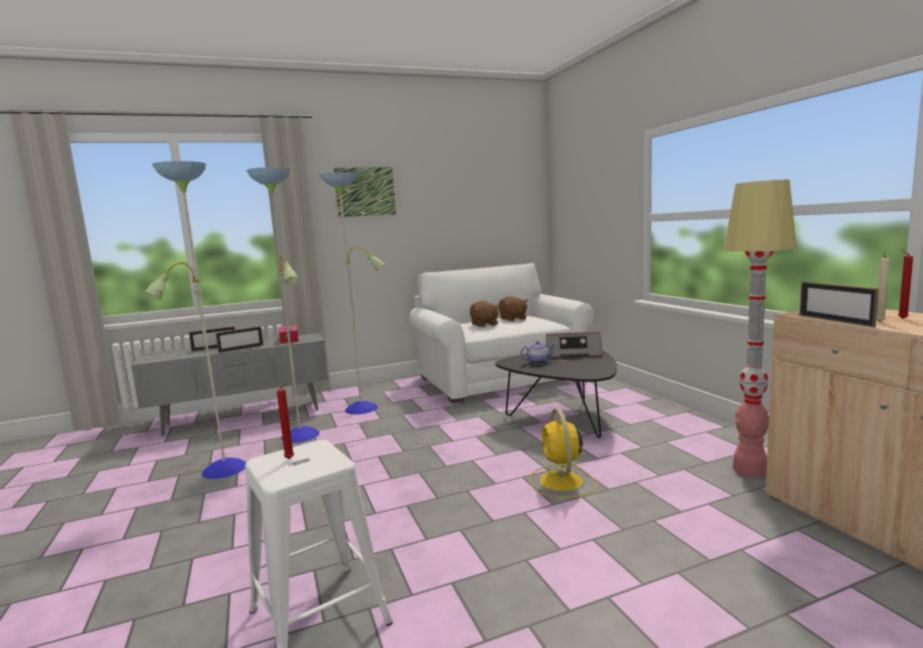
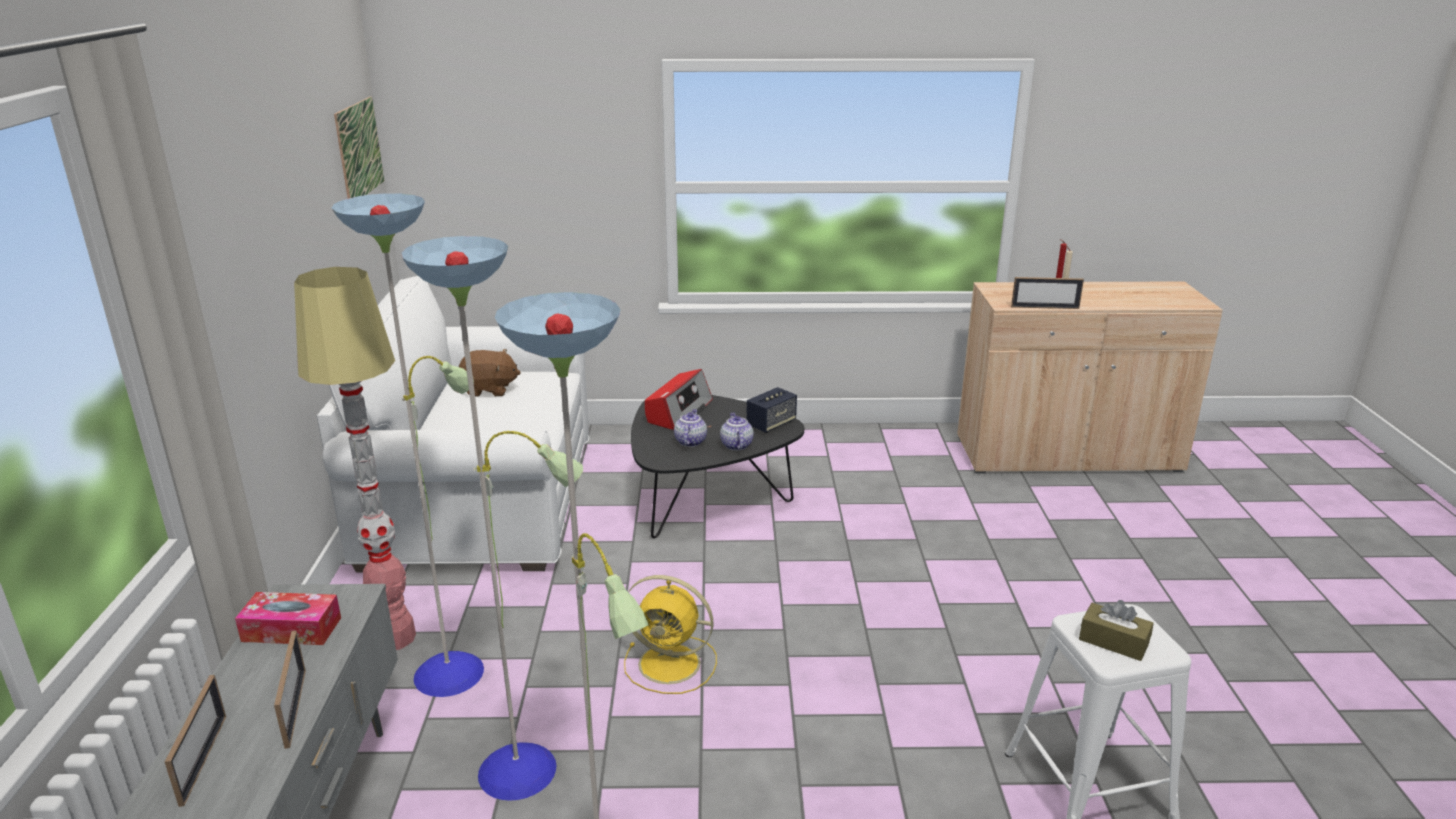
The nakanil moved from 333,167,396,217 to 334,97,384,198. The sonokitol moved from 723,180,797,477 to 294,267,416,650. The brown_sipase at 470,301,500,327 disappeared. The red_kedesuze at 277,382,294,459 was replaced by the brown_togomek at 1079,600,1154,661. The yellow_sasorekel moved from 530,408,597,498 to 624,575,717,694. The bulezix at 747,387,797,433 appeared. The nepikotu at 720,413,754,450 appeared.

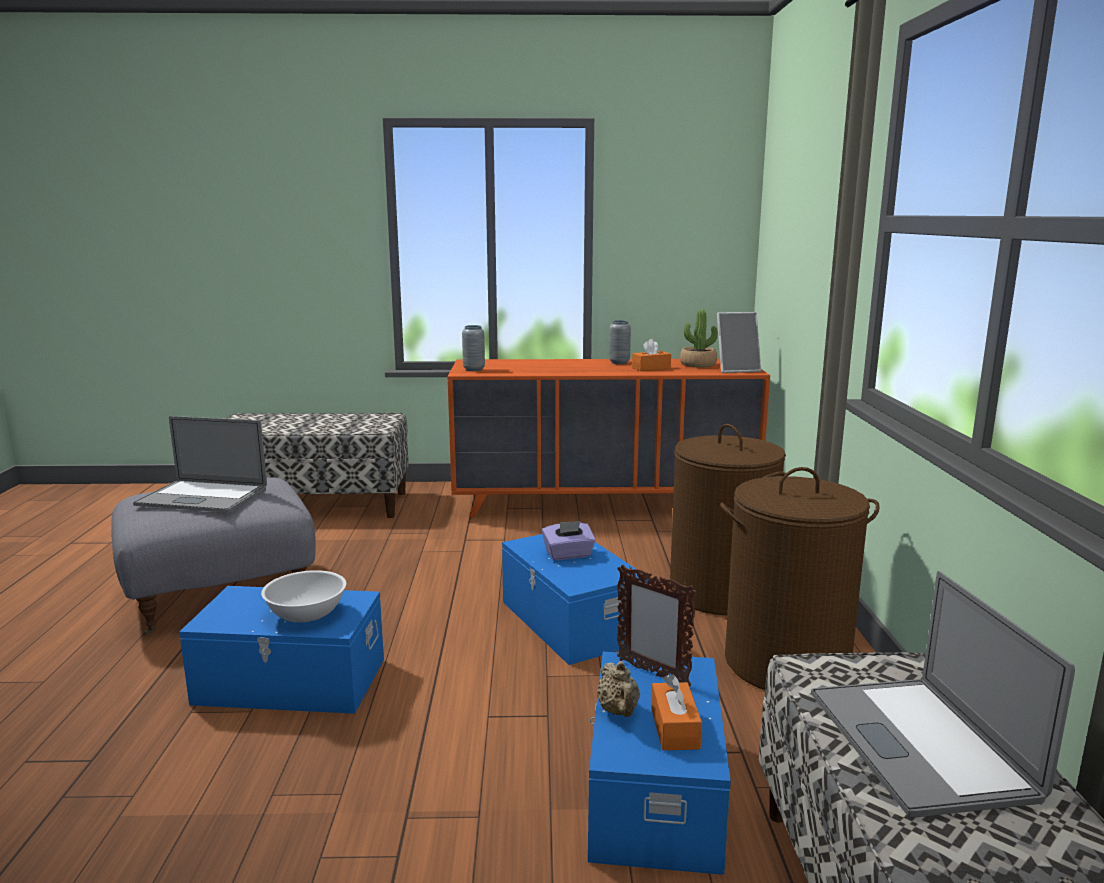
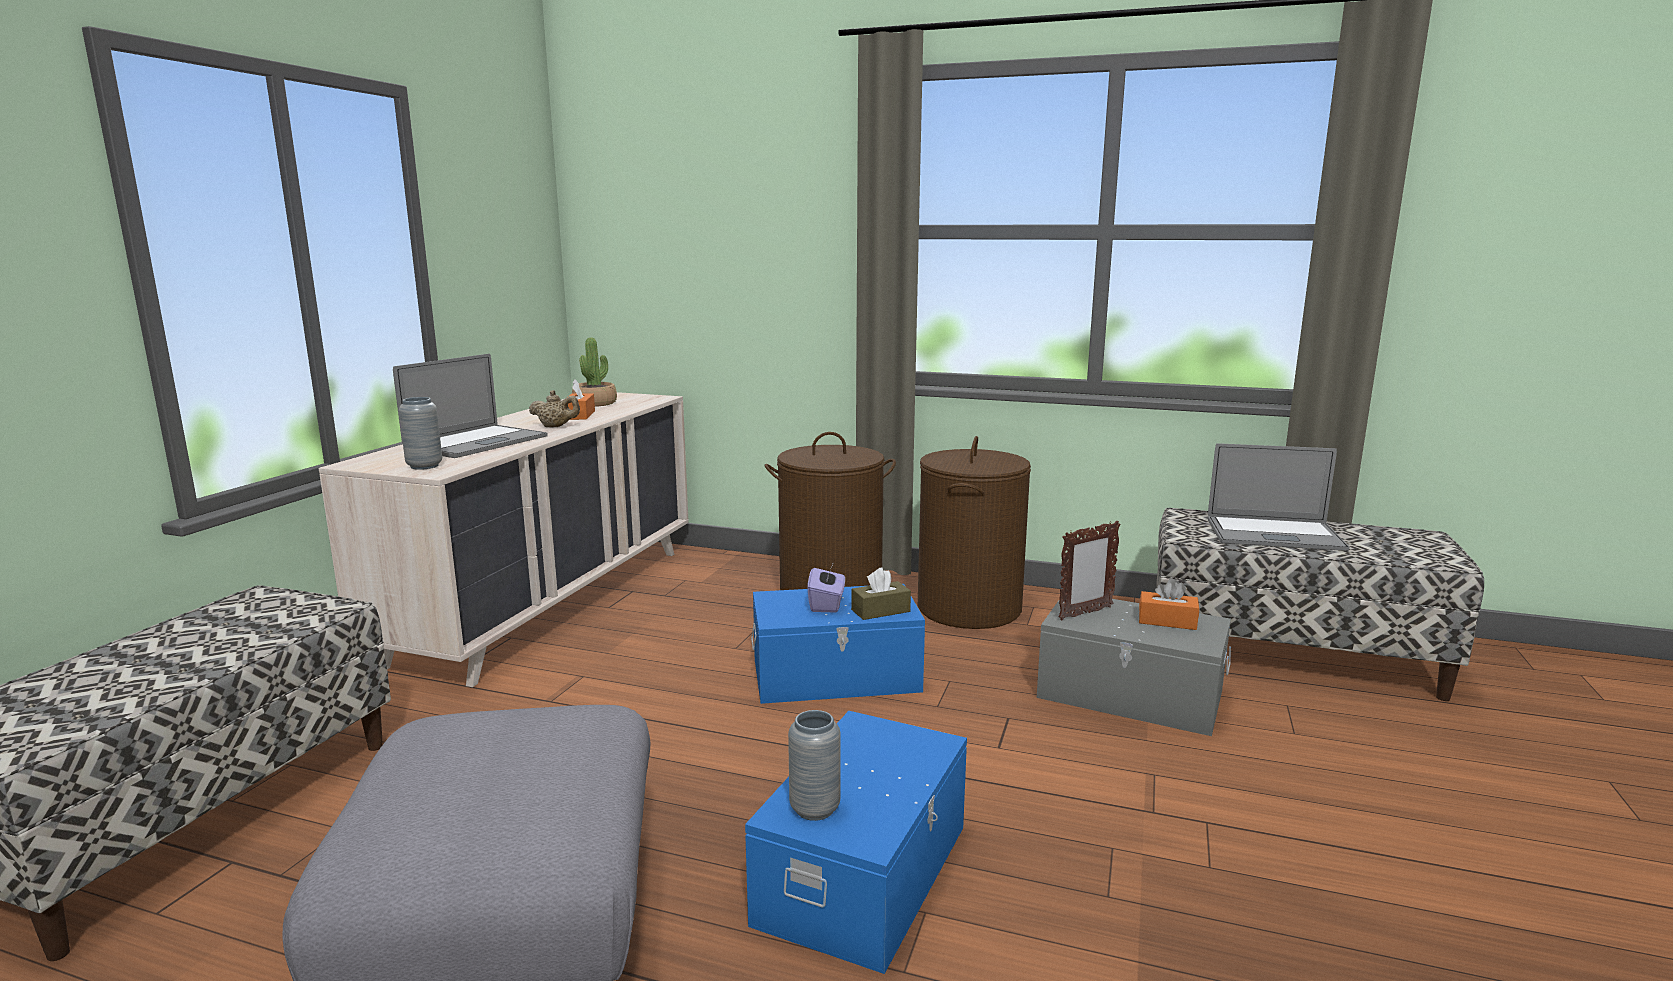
The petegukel at 717,312,761,373 disappeared. The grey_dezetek moved from 609,320,631,364 to 788,710,841,821. The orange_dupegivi at 447,359,770,517 became the beige_dupegivi at 319,392,689,687. The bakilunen moved from 133,416,267,513 to 393,354,548,458. The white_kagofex at 261,570,346,622 disappeared. The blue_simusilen at 588,652,731,875 became the grey_simusilen at 1037,599,1231,736. The beige_nepikotu moved from 597,661,640,717 to 529,390,580,428. The brown_togomek at 851,567,911,620 appeared.

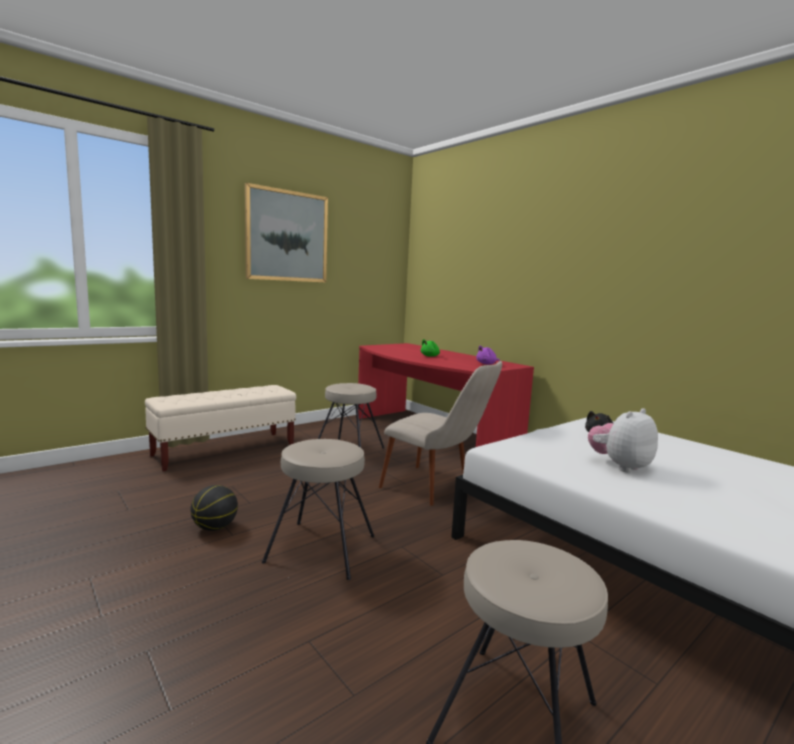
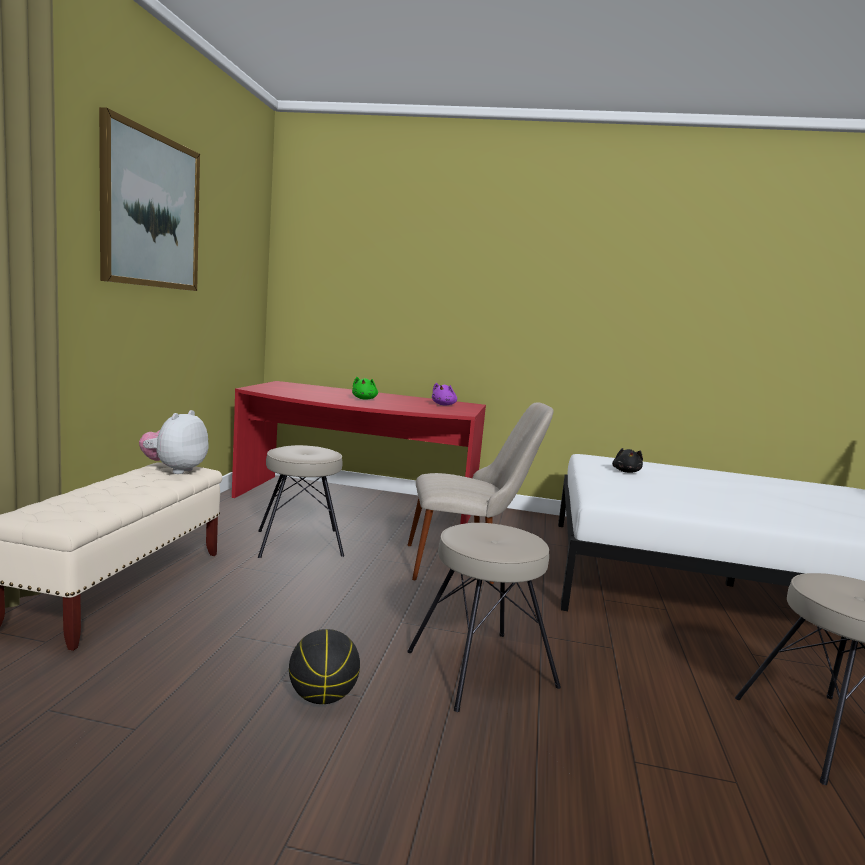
The sipase moved from 588,408,658,472 to 139,410,209,474.

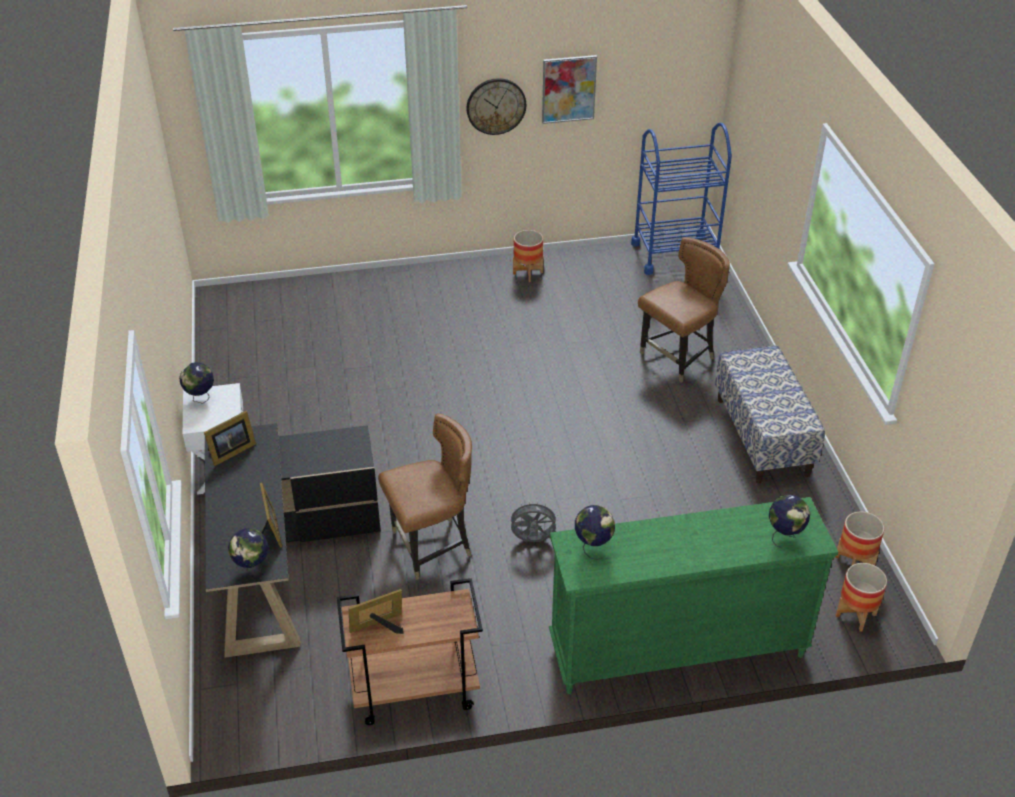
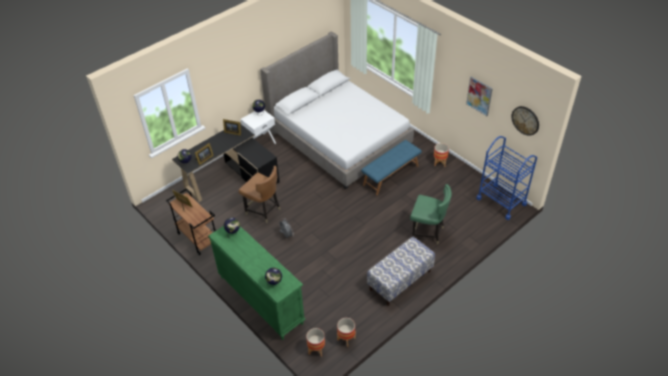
The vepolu moved from 466,78,526,135 to 511,106,539,136. The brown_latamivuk at 638,237,730,383 became the green_latamivuk at 410,184,452,244. The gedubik at 260,32,414,189 appeared. The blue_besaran at 361,140,422,195 appeared.

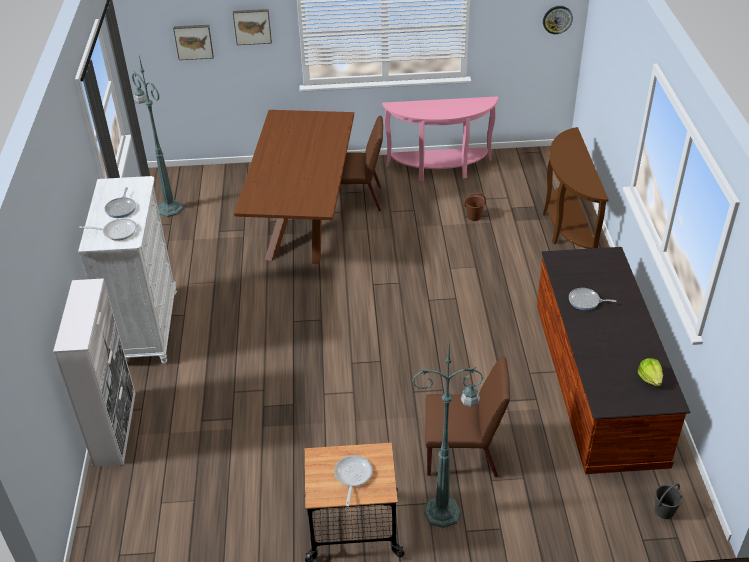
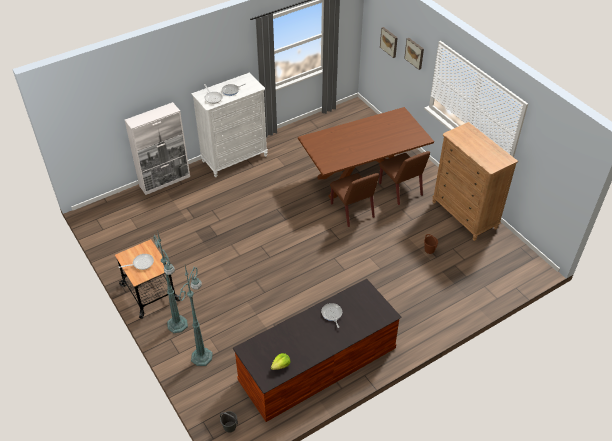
The vepolu at 543,6,573,34 disappeared. The green_sonokitol moved from 132,56,184,217 to 179,266,213,366. The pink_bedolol at 382,96,498,181 was replaced by the brown_dupegivi at 432,122,518,241. The brown_bedolol at 543,127,608,249 disappeared. The brown_latamivuk moved from 426,356,510,477 to 330,173,379,227.

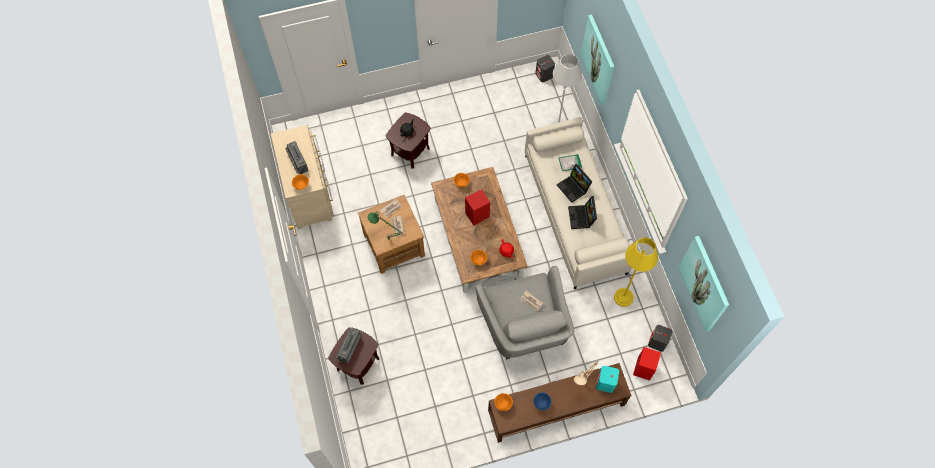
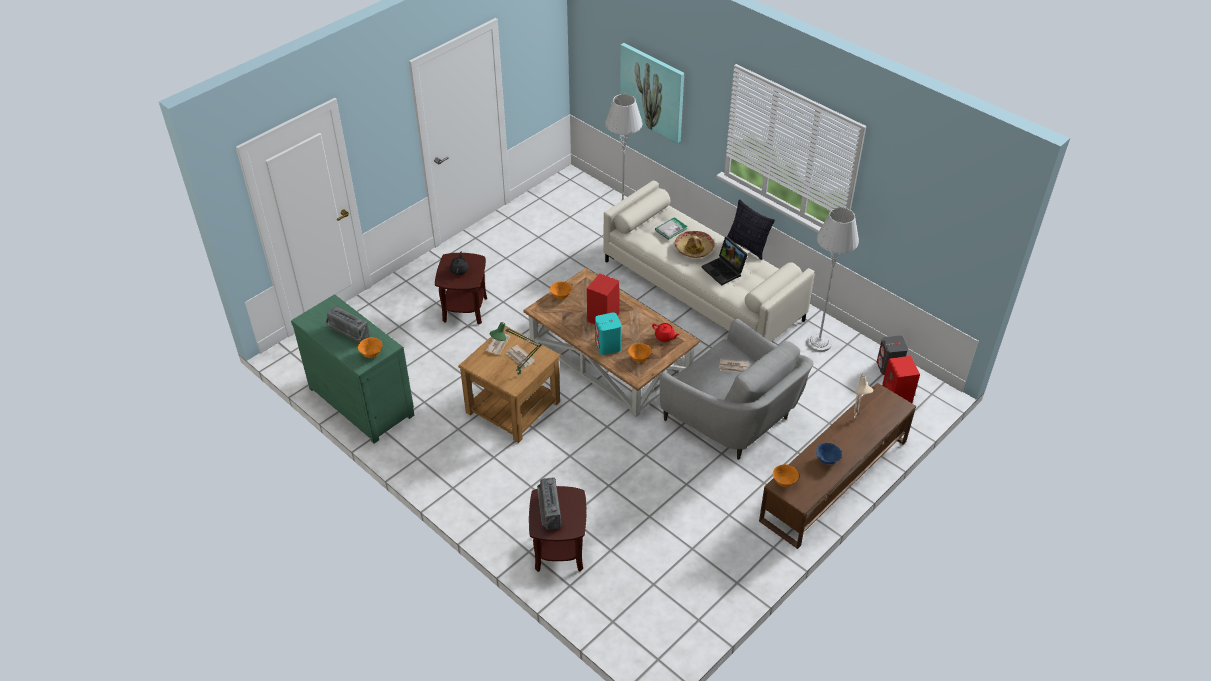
The grey_bulezix at 535,55,555,83 disappeared. The beige_dupegivi at 271,125,334,229 became the green_dupegivi at 291,294,414,444. The bakilunen at 557,164,592,203 was replaced by the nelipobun at 674,231,715,258. The nakanil at 679,236,729,332 disappeared. The yellow_sonokitol at 614,238,658,307 became the grey_sonokitol at 806,207,859,352. The turquoise_bulezix moved from 596,366,619,393 to 595,312,622,355. The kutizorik at 727,199,775,260 appeared.

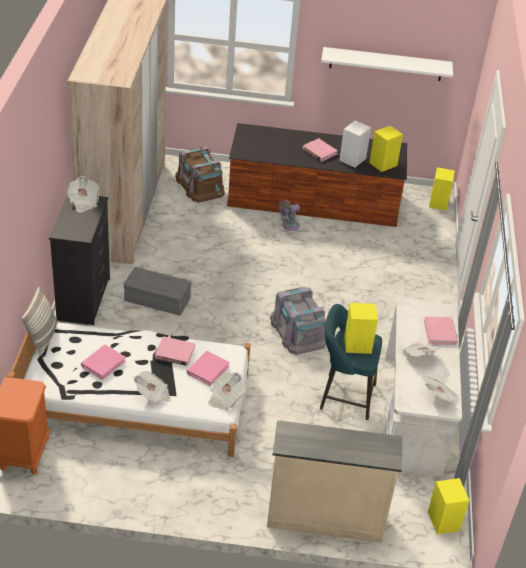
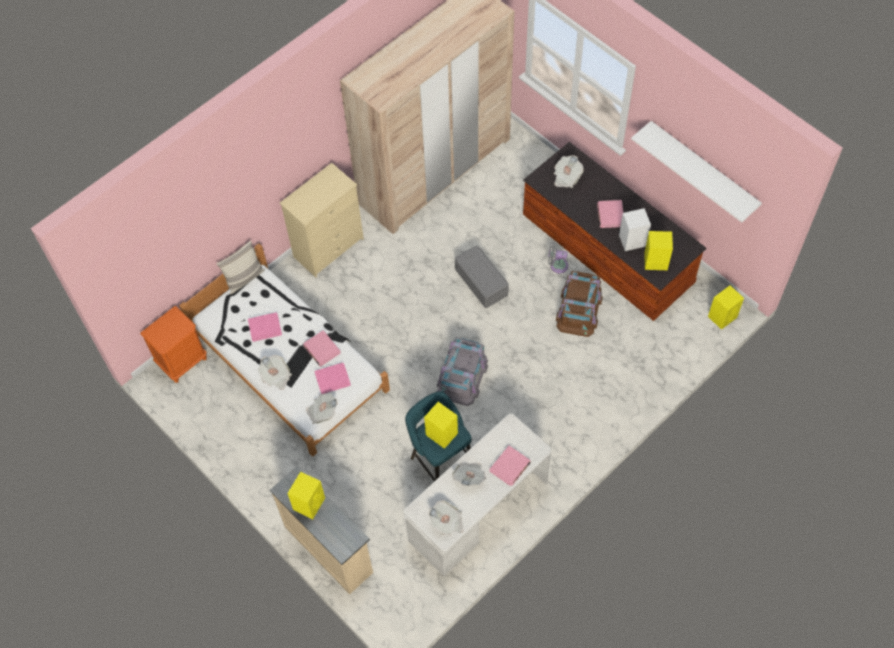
The brown_simusilen moved from 175,146,225,203 to 556,271,603,337. The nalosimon moved from 67,176,100,213 to 554,155,584,188. The black_dupegivi at 49,196,110,325 became the beige_dupegivi at 280,163,364,277. The grey_simusilen moved from 124,267,191,316 to 455,246,509,308. The yellow_bulezix moved from 428,478,470,534 to 287,471,325,519.

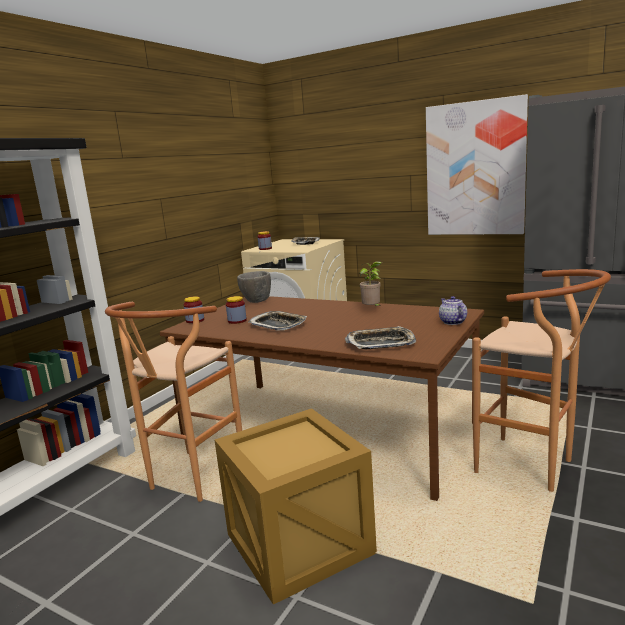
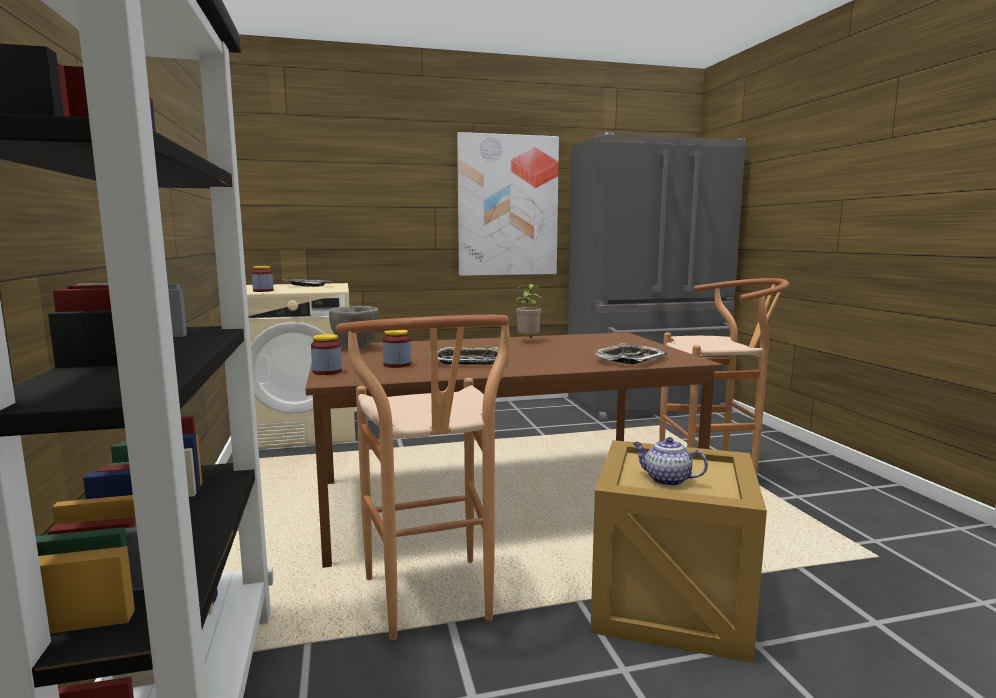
The nepikotu moved from 439,296,467,325 to 633,437,708,486.

